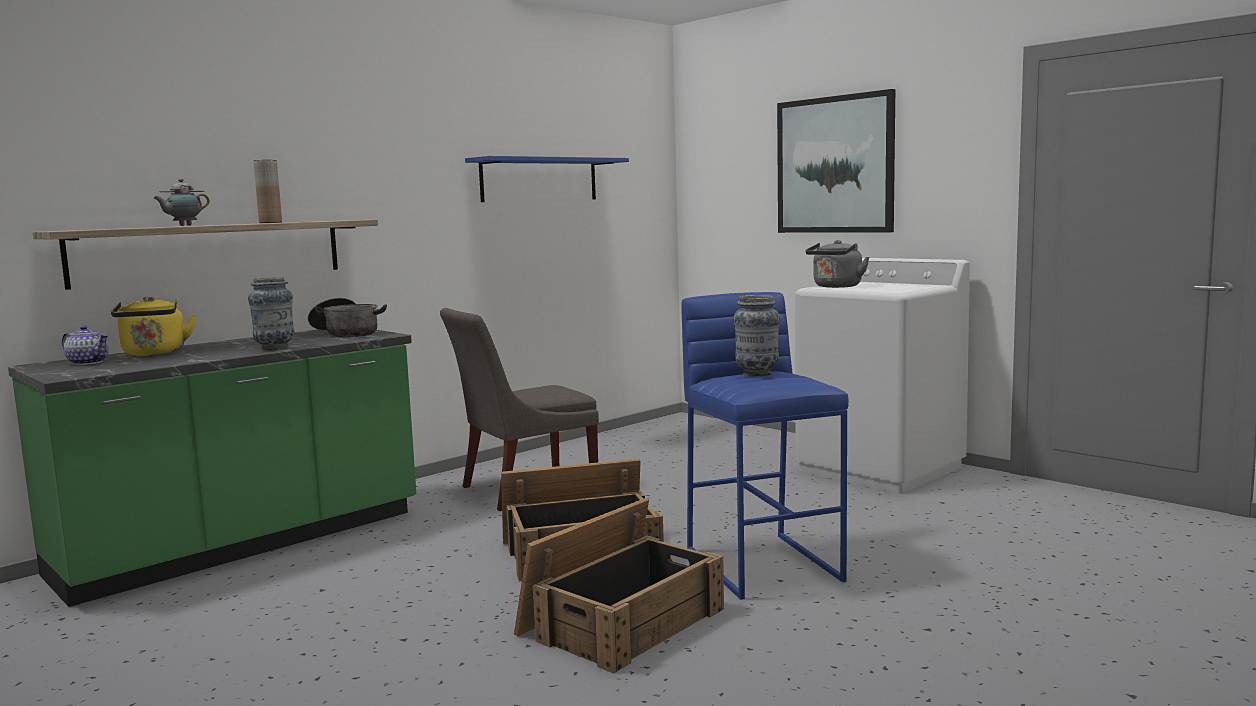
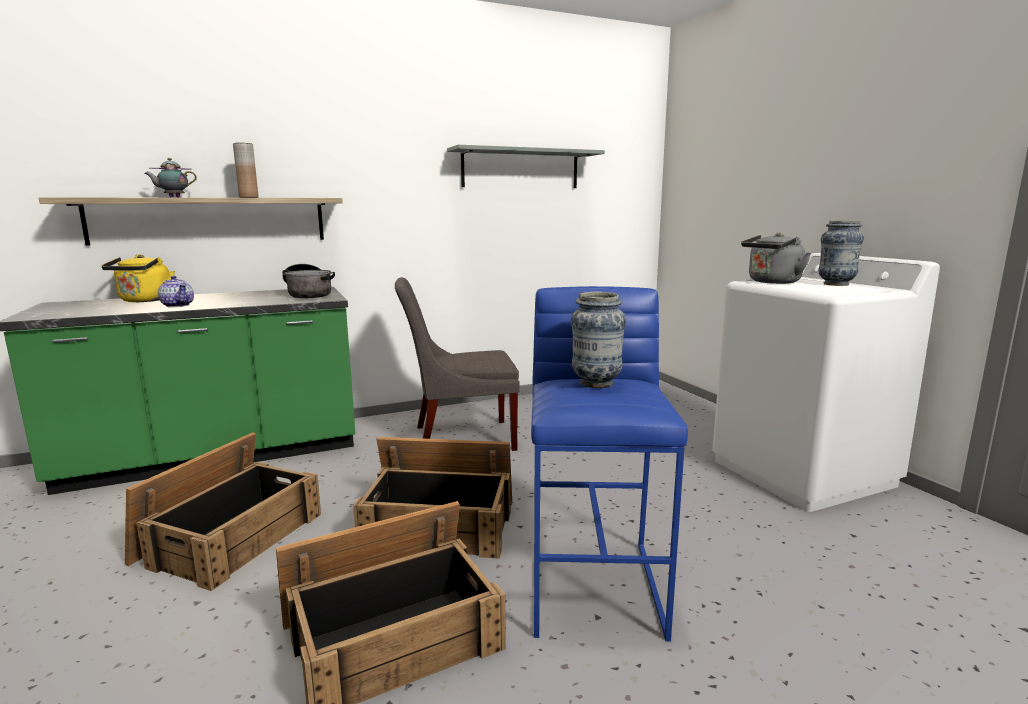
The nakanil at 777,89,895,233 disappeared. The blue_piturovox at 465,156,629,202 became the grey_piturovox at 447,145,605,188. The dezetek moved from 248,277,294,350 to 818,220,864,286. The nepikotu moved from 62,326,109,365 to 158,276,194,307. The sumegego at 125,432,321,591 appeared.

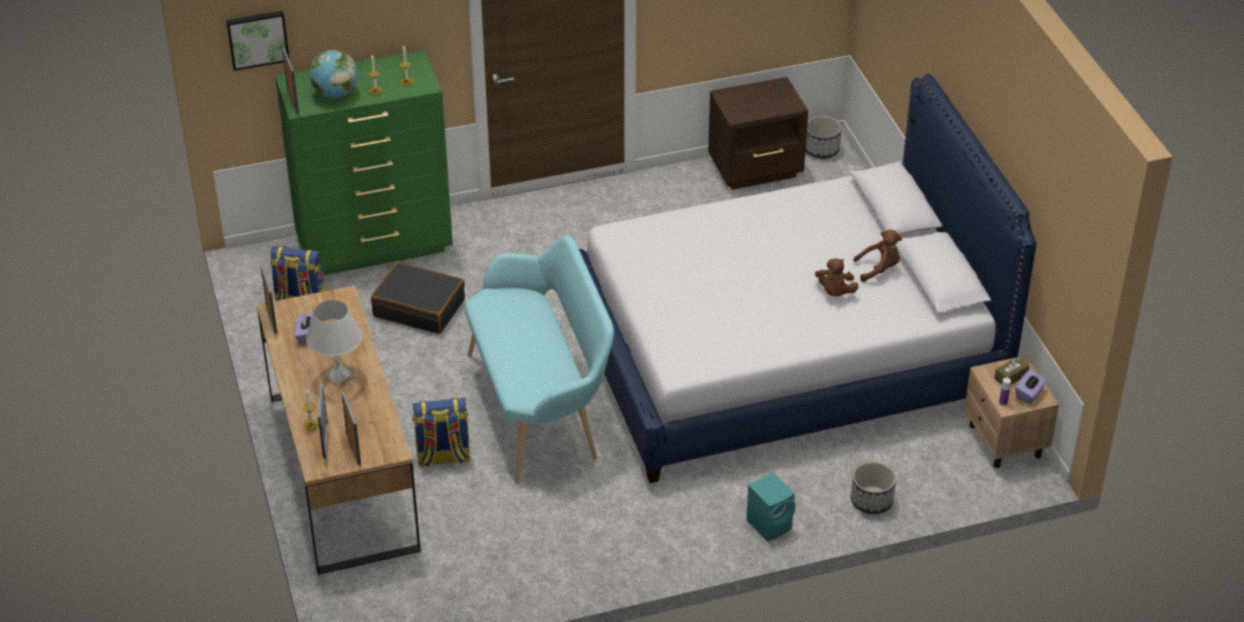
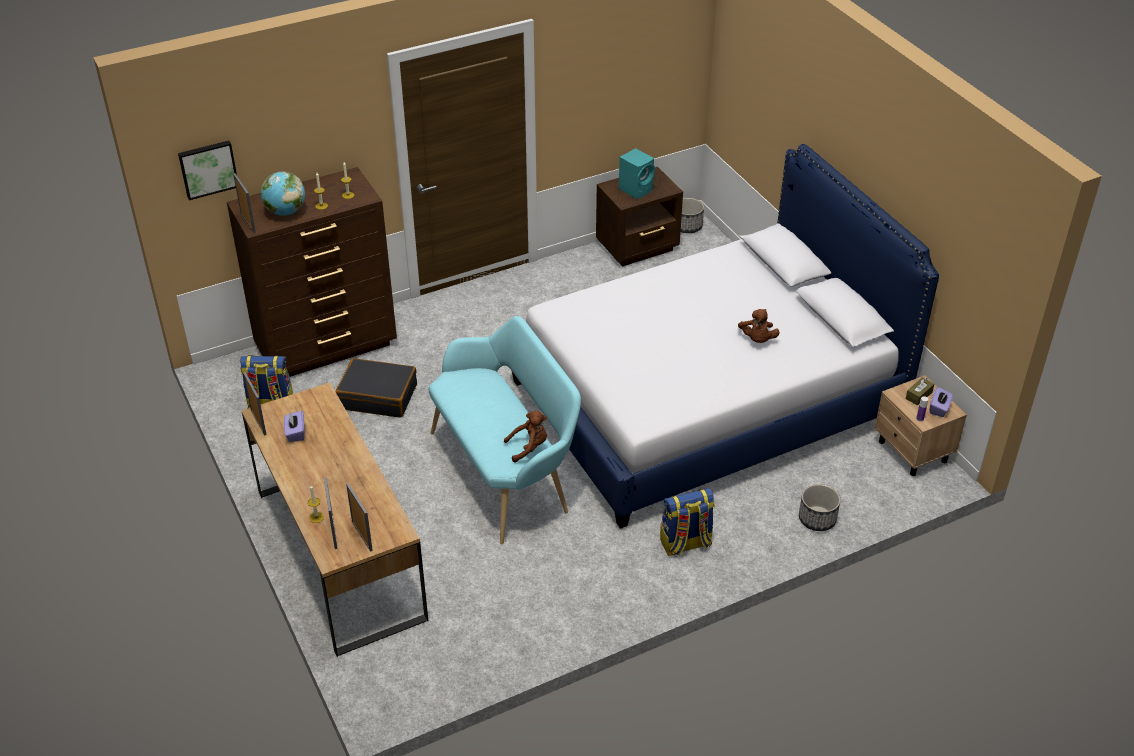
The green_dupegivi at 275,50,453,275 became the brown_dupegivi at 227,167,397,377. The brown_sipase moved from 853,230,902,282 to 504,411,547,462. The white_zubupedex at 306,300,362,386 disappeared. The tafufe moved from 412,398,471,468 to 660,488,715,556. The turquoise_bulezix moved from 746,472,796,541 to 619,148,655,199.

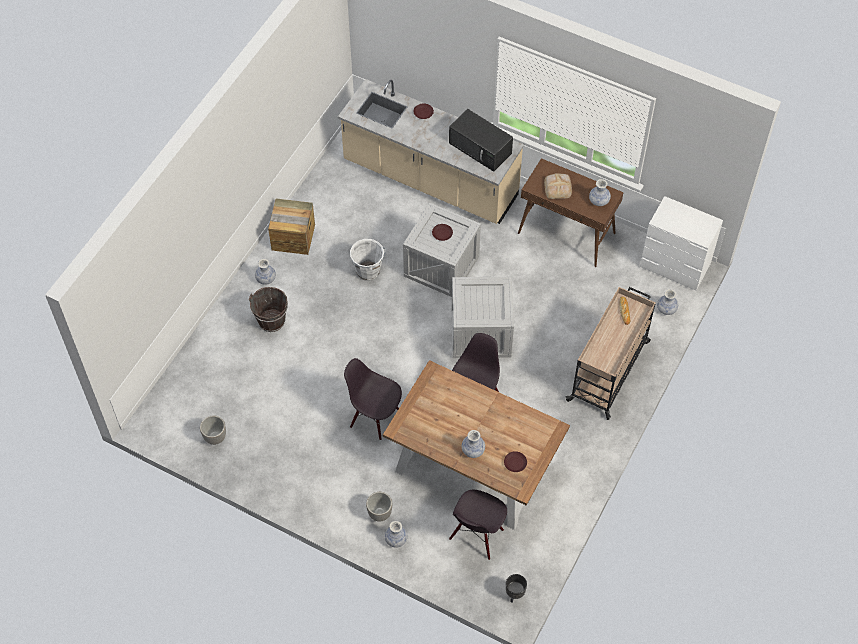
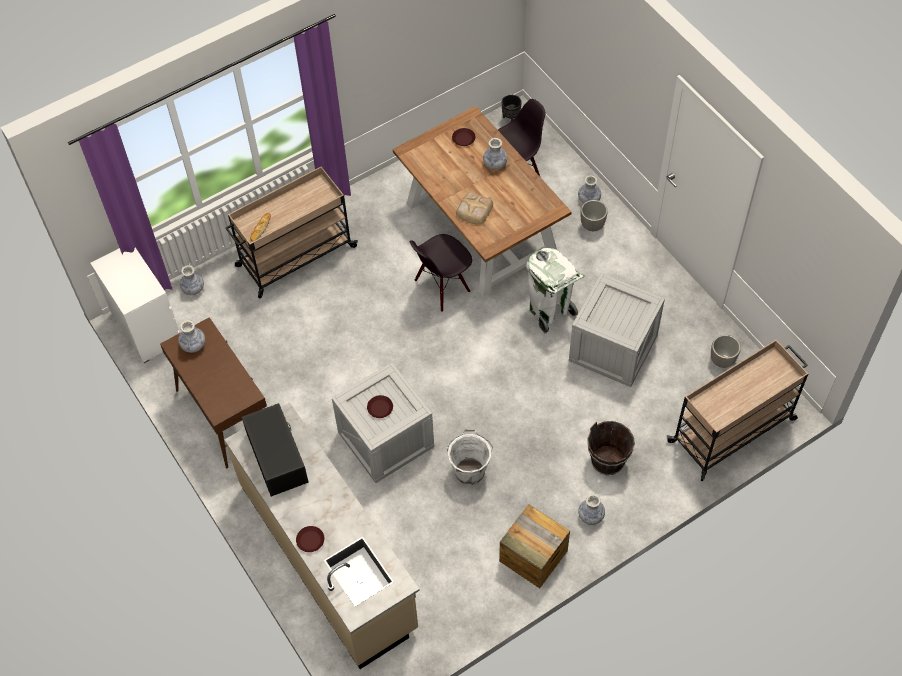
The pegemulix moved from 544,173,572,199 to 456,192,493,224. The sumegego moved from 452,277,514,358 to 569,273,665,387. The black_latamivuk at 344,358,402,440 was replaced by the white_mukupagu at 526,248,584,334. The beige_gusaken at 667,340,808,481 appeared.

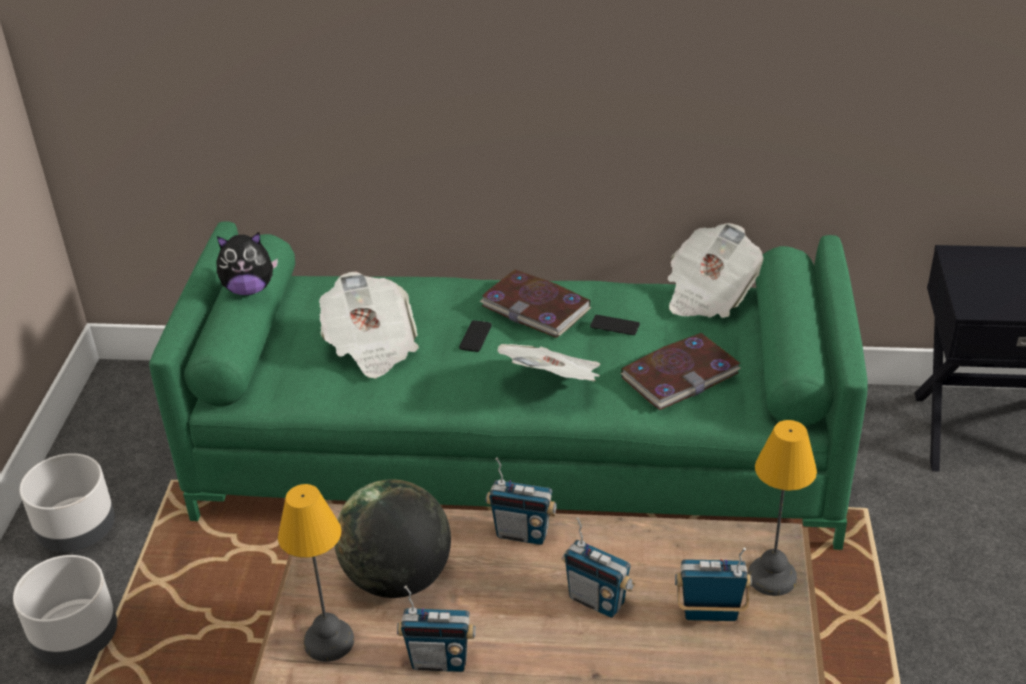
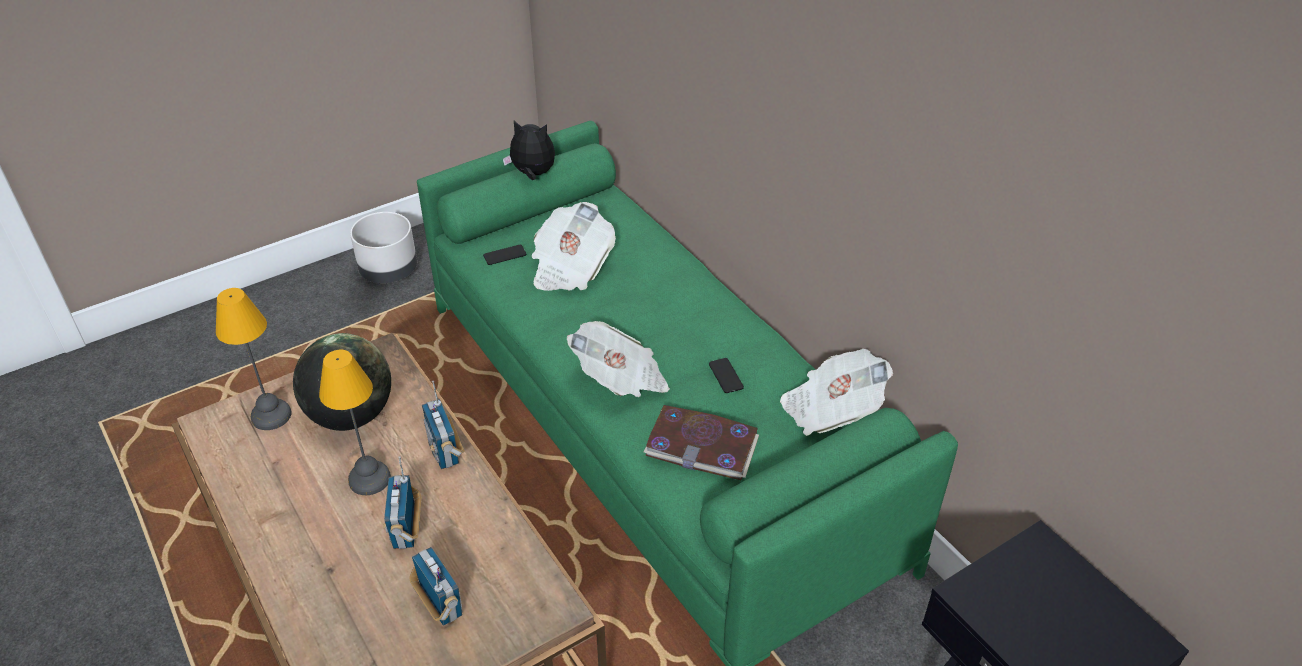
The sipase at 217,232,278,295 turned 150 degrees clockwise. The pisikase at 479,270,592,338 disappeared. The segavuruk moved from 459,320,492,352 to 483,244,526,265. The zubupedex moved from 748,420,817,596 to 319,350,391,495. The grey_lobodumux at 13,555,117,665 disappeared. The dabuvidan at 397,585,476,672 disappeared.

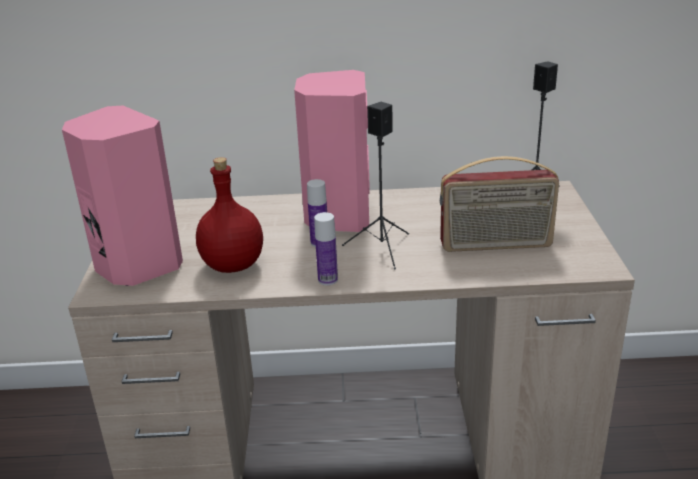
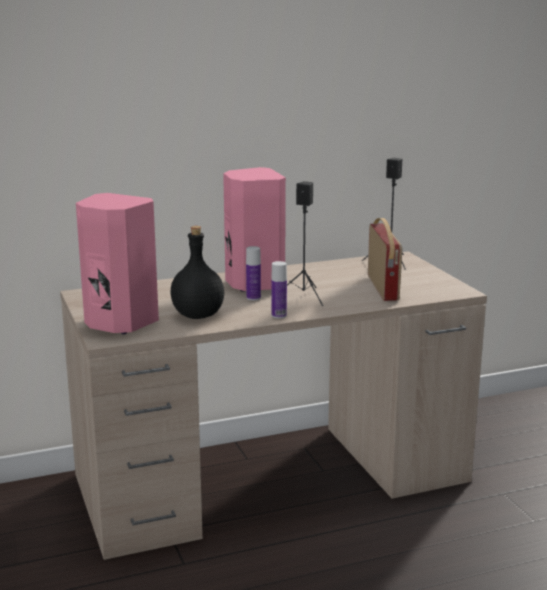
The dabuvidan at 440,156,559,252 turned 75 degrees counterclockwise. The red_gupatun at 196,157,263,273 became the black_gupatun at 170,226,224,319.

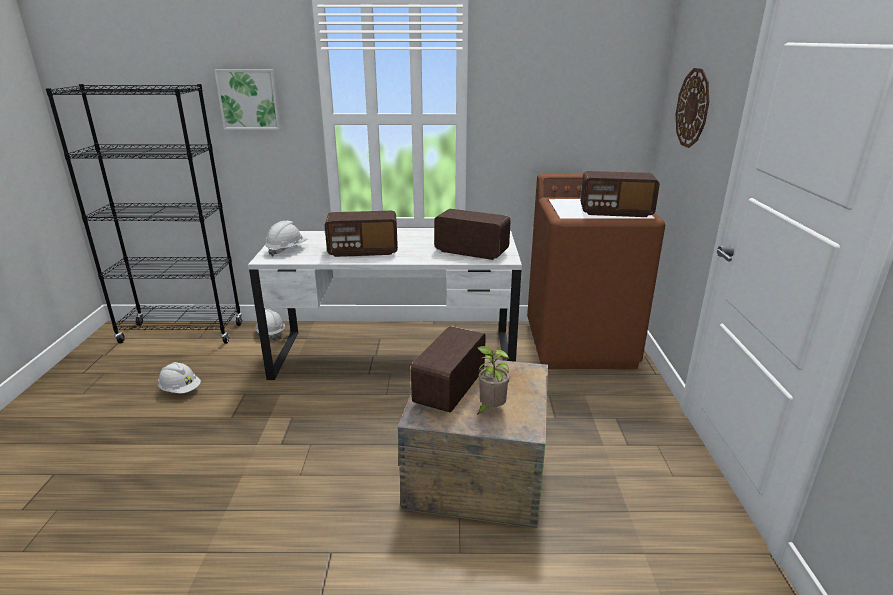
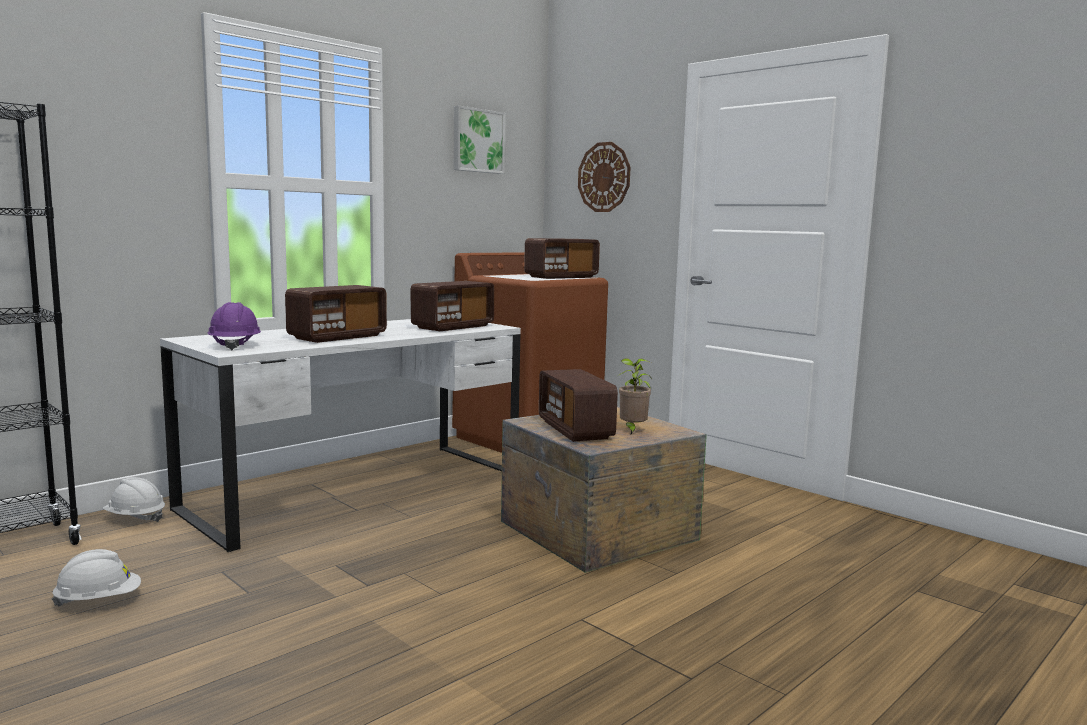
The nakanil moved from 214,69,281,130 to 454,106,505,174. The dabuvidan at 434,209,511,260 turned 150 degrees clockwise. The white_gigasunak at 265,221,307,256 became the purple_gigasunak at 207,302,261,350.

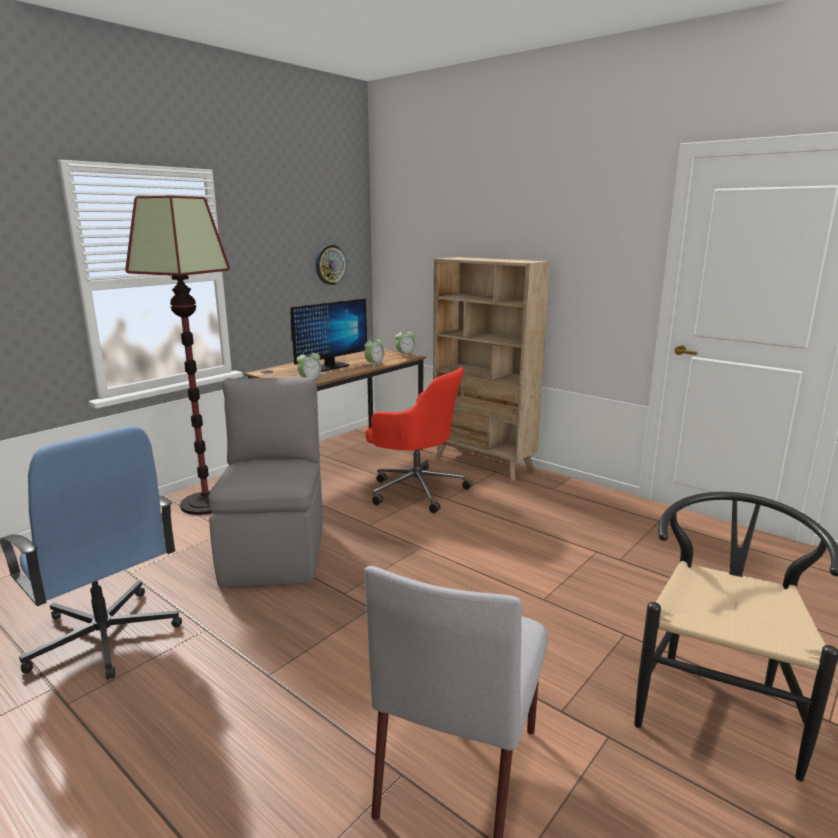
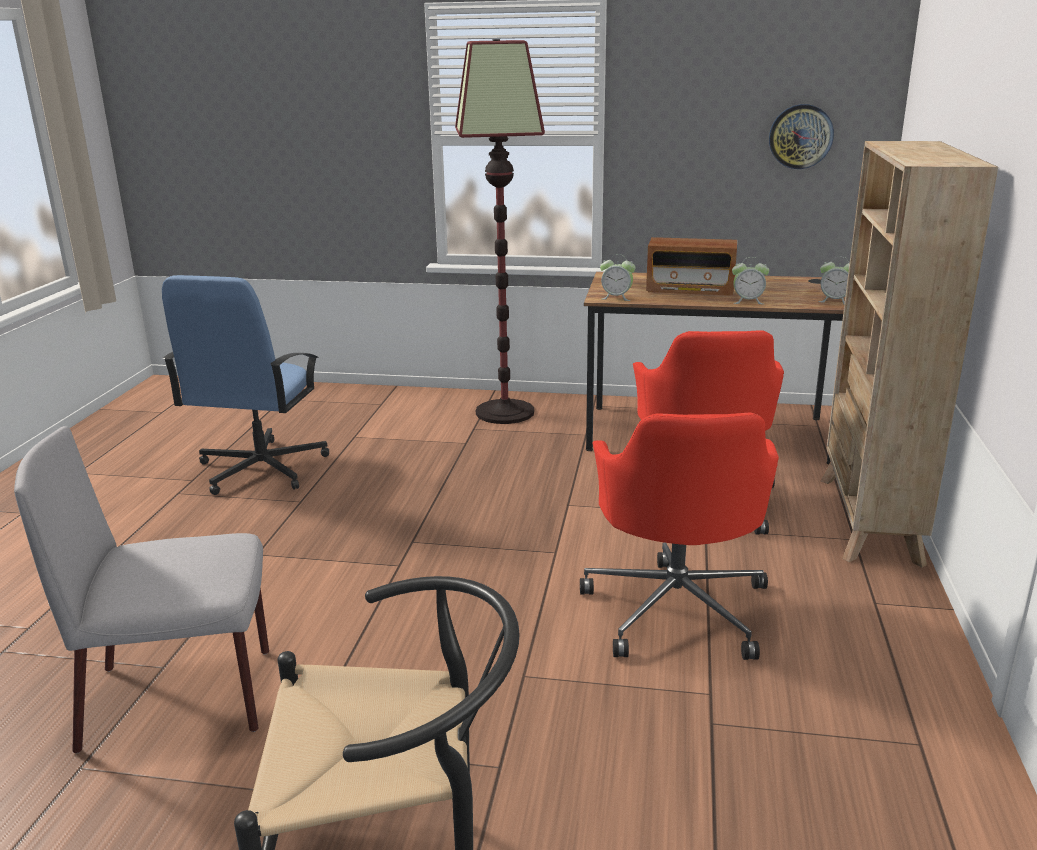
The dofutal at 290,298,367,372 was replaced by the dabuvidan at 646,237,737,296. The grey_latamivuk at 208,377,323,587 disappeared. The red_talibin at 580,412,779,660 appeared.

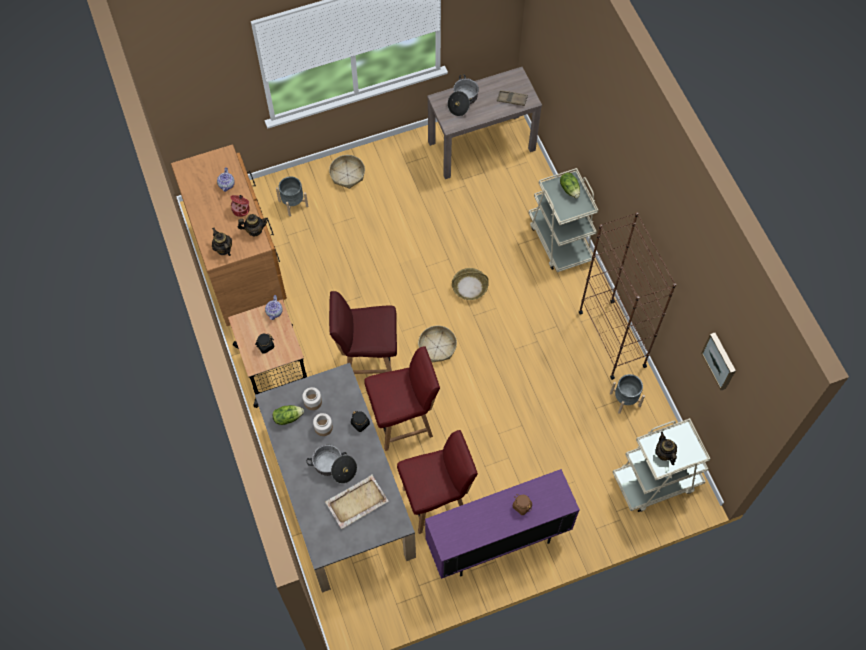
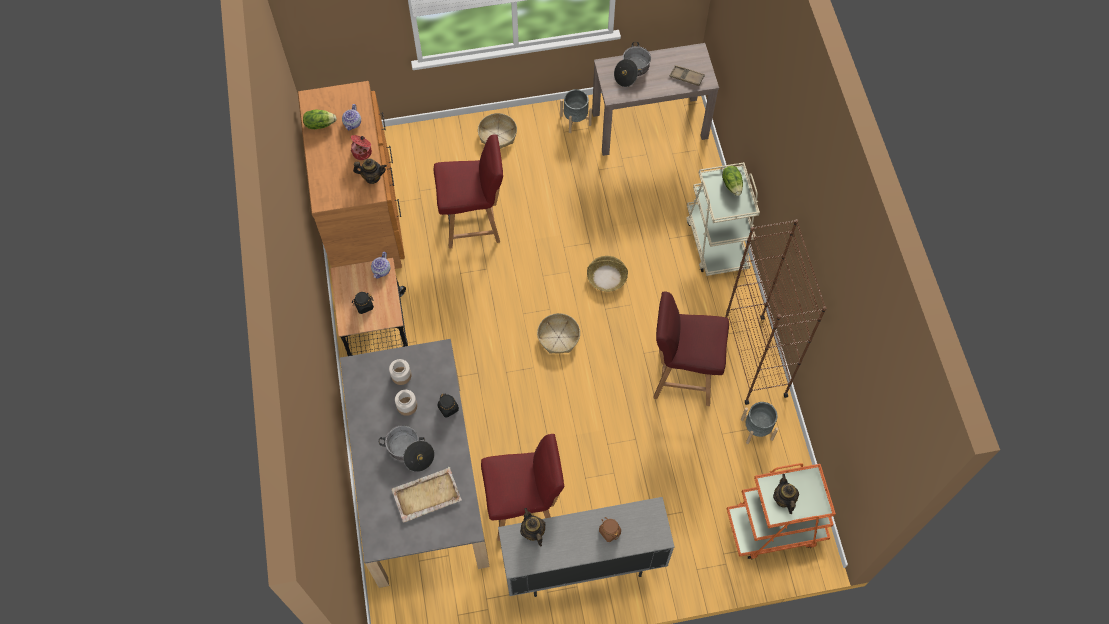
The grey_lobodumux moved from 276,176,308,217 to 560,89,592,133. The nepikotu moved from 212,228,232,256 to 520,508,546,546. The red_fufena moved from 329,291,397,374 to 653,292,729,406. The nakanil at 701,333,736,390 disappeared. The red_latamivuk moved from 364,346,440,451 to 434,134,503,249. The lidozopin moved from 273,405,304,425 to 303,109,336,129. The beige_gusaken at 613,418,710,512 became the orange_gusaken at 727,463,836,560. The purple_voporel at 425,469,580,579 became the grey_voporel at 498,497,674,597.

